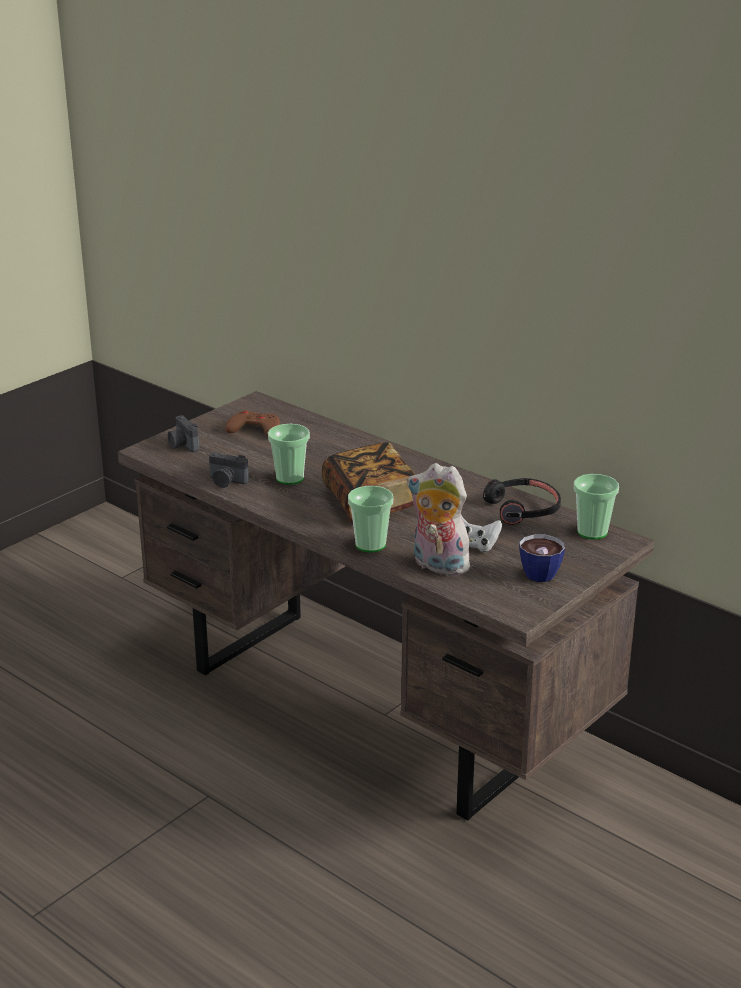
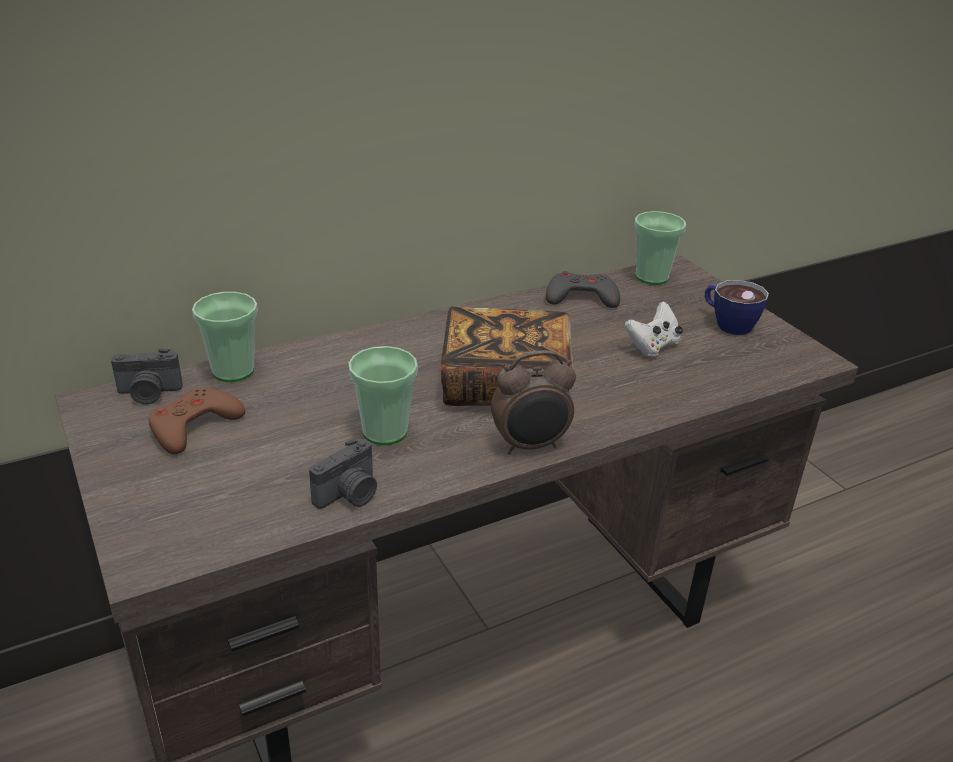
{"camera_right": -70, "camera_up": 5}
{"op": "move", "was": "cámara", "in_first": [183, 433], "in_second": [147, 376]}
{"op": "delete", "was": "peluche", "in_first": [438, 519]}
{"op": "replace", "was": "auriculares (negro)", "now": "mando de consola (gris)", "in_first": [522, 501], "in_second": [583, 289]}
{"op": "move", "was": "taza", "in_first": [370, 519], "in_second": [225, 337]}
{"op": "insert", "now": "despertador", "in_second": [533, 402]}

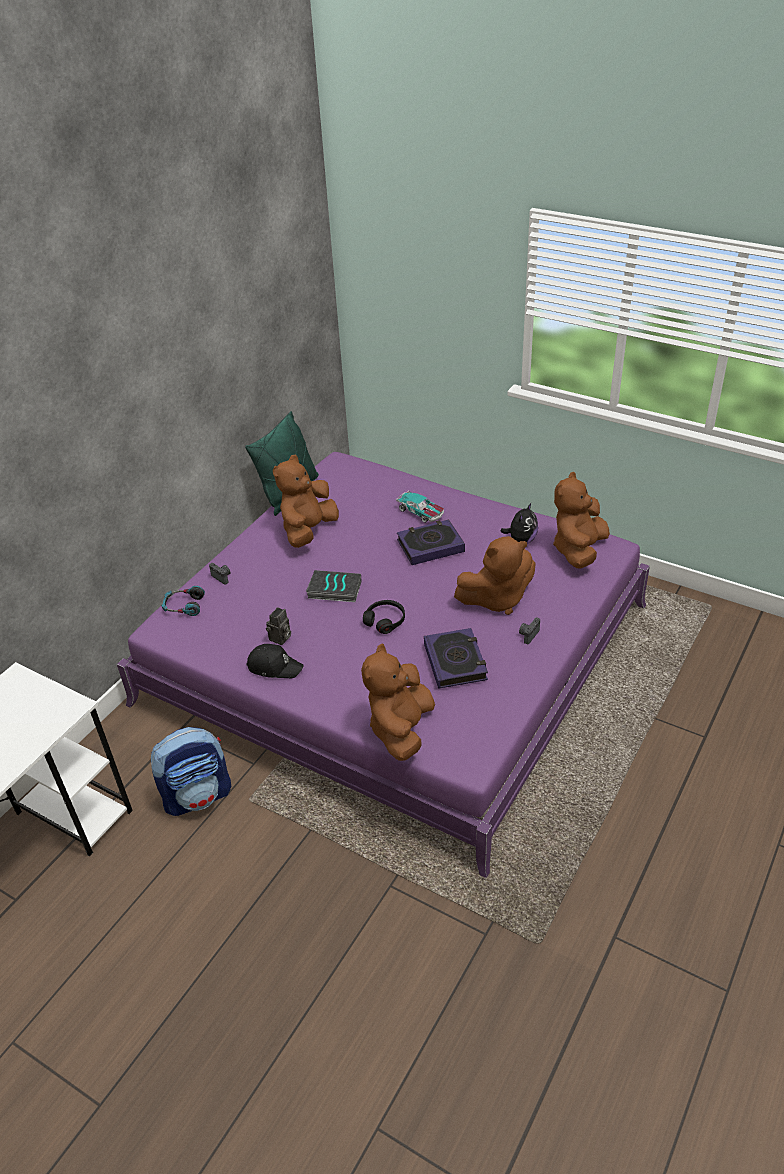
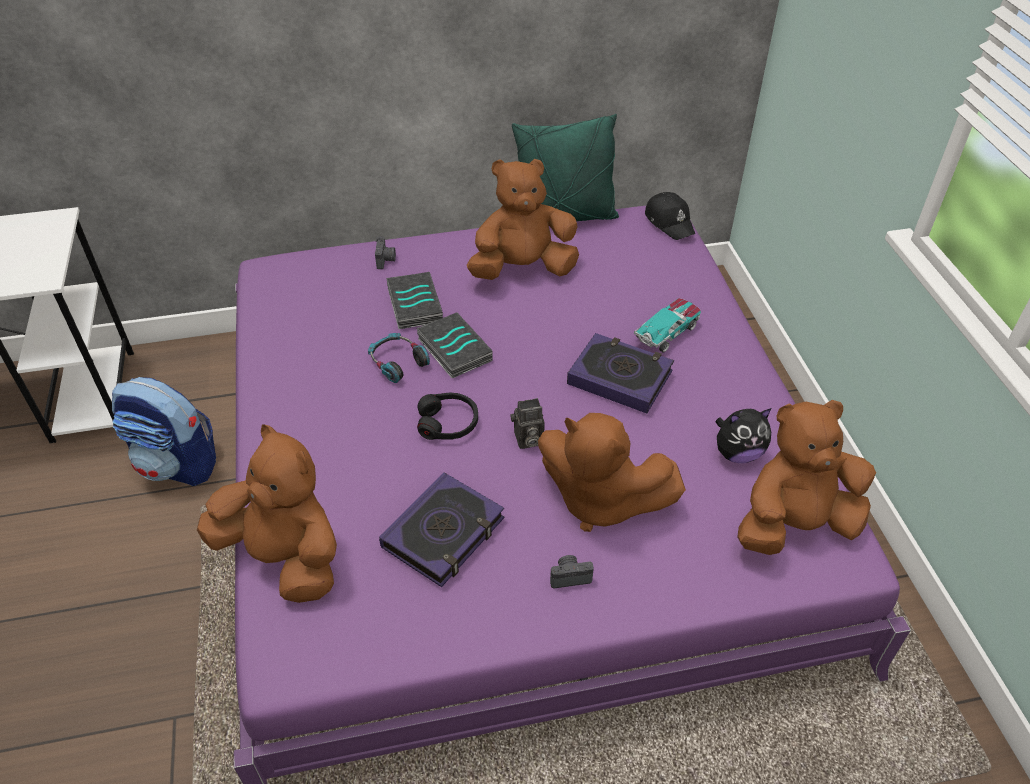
{"camera_right": 45, "camera_up": 5}
{"op": "rotate", "was": "coche de juguete", "in_first": [420, 507], "in_second": [667, 325], "clockwise": -135}
{"op": "move", "was": "auriculares", "in_first": [183, 601], "in_second": [399, 358]}
{"op": "move", "was": "cámara", "in_first": [278, 626], "in_second": [527, 423]}
{"op": "move", "was": "gorra (negro)", "in_first": [274, 661], "in_second": [670, 216]}
{"op": "rotate", "was": "peluche (marrón)", "in_first": [398, 702], "in_second": [267, 513], "clockwise": 60}
{"op": "insert", "now": "libro", "in_second": [414, 300]}

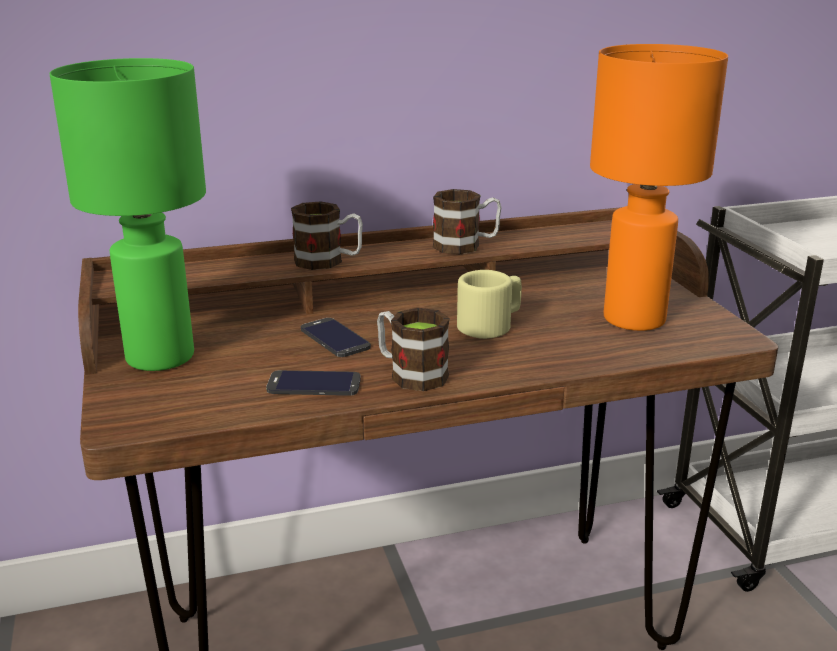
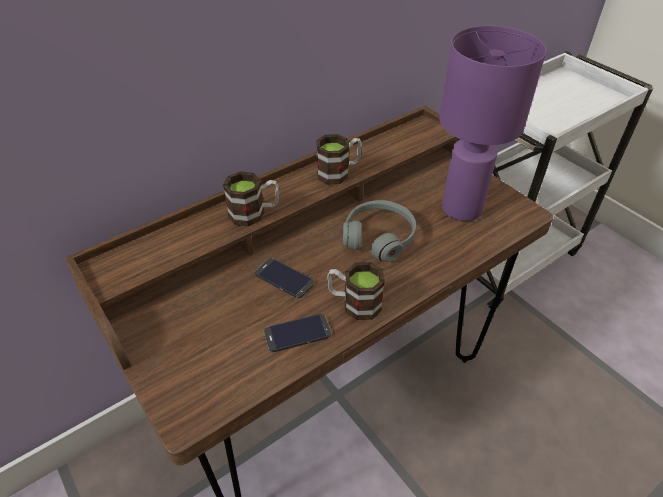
{"camera_right": -20, "camera_up": 20}
{"op": "recolor", "was": "lámpara de mesa (naranja)", "now": "lámpara de mesa (morado)", "in_first": [659, 187], "in_second": [492, 123]}
{"op": "delete", "was": "lámpara de mesa (verde)", "in_first": [128, 214]}
{"op": "replace", "was": "taza grande (beis)", "now": "auriculares (gris)", "in_first": [489, 304], "in_second": [379, 231]}

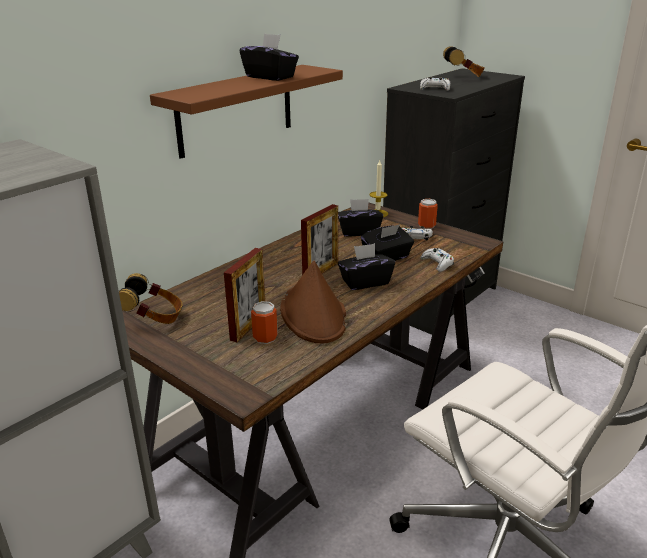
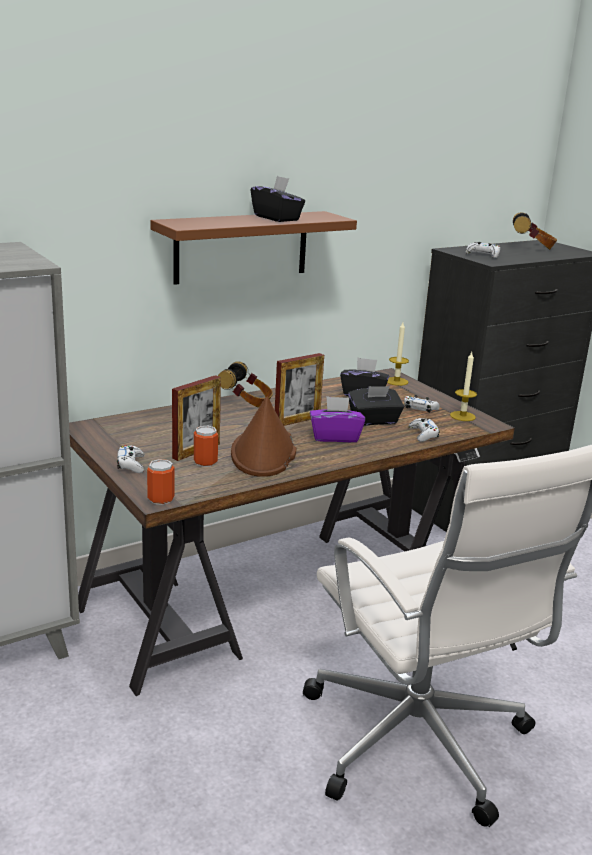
{"camera_right": 15, "camera_up": -5}
{"op": "move", "was": "lata", "in_first": [428, 214], "in_second": [160, 482]}
{"op": "recolor", "was": "caja de pañuelos (negro)", "now": "caja de pañuelos (morado)", "in_first": [366, 266], "in_second": [337, 419]}
{"op": "move", "was": "auriculares", "in_first": [151, 298], "in_second": [245, 384]}
{"op": "insert", "now": "vela", "in_second": [463, 386]}
{"op": "insert", "now": "mando de consola (blanco)", "in_second": [131, 459]}

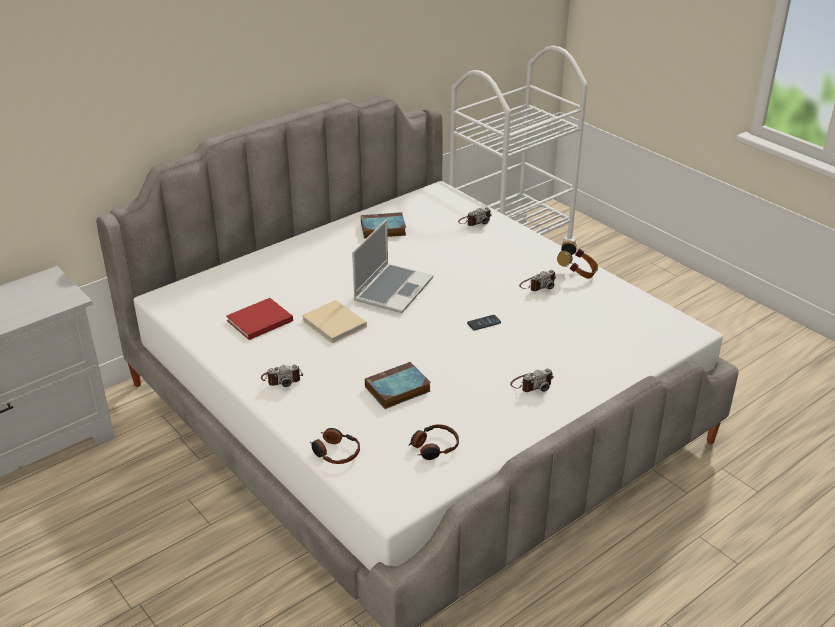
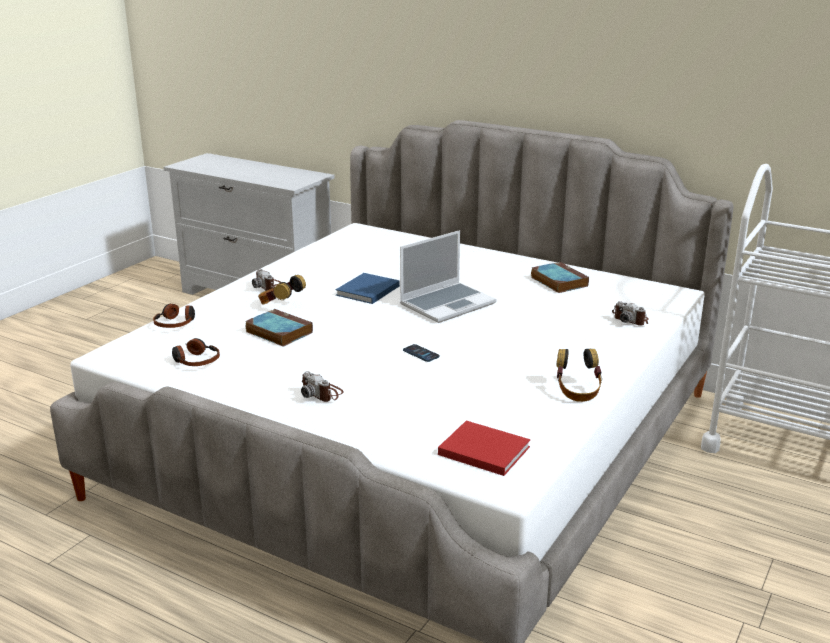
{"camera_right": 70, "camera_up": -10}
{"op": "rotate", "was": "portátil", "in_first": [392, 266], "in_second": [448, 276], "clockwise": -45}
{"op": "delete", "was": "cámara", "in_first": [537, 280]}
{"op": "move", "was": "libro (rojo)", "in_first": [260, 319], "in_second": [484, 448]}
{"op": "recolor", "was": "libro (beis)", "now": "libro (azul)", "in_first": [334, 322], "in_second": [368, 288]}
{"op": "insert", "now": "auriculares", "in_second": [282, 290]}

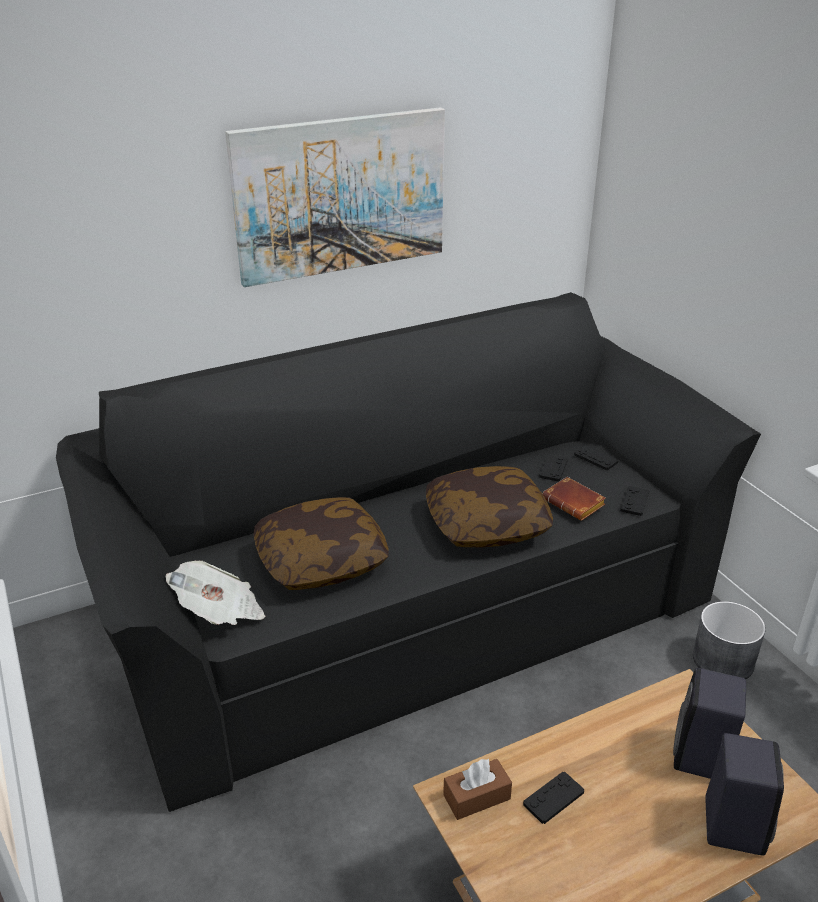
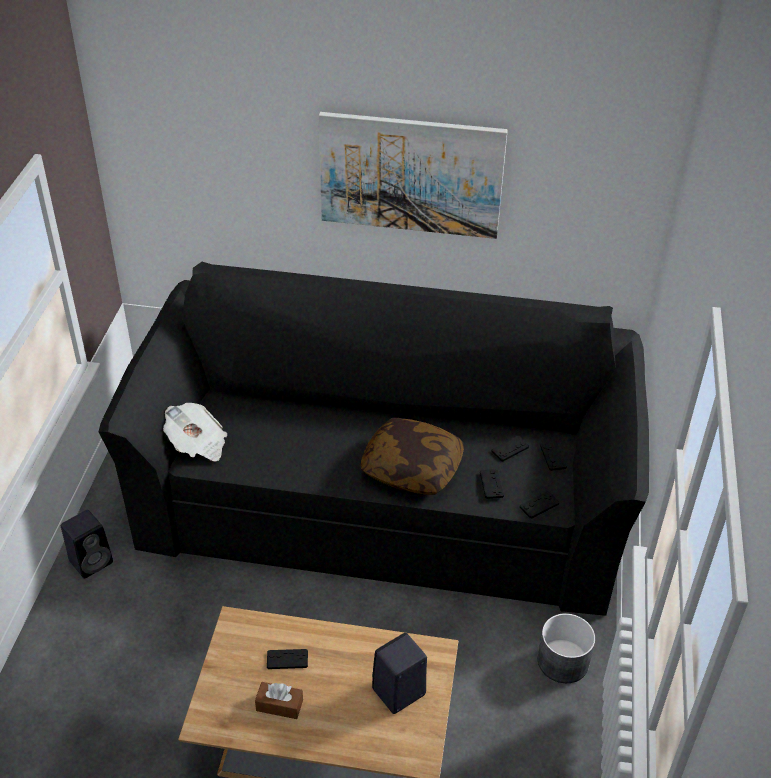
{"camera_right": 35, "camera_up": 10}
{"op": "replace", "was": "libro (marrón)", "now": "mando de consola (negro)", "in_first": [574, 499], "in_second": [492, 484]}
{"op": "delete", "was": "cojín", "in_first": [321, 543]}
{"op": "move", "was": "altavoz (negro)", "in_first": [744, 794], "in_second": [87, 544]}
{"op": "move", "was": "caja de pañuelos (marrón)", "in_first": [477, 789], "in_second": [279, 700]}

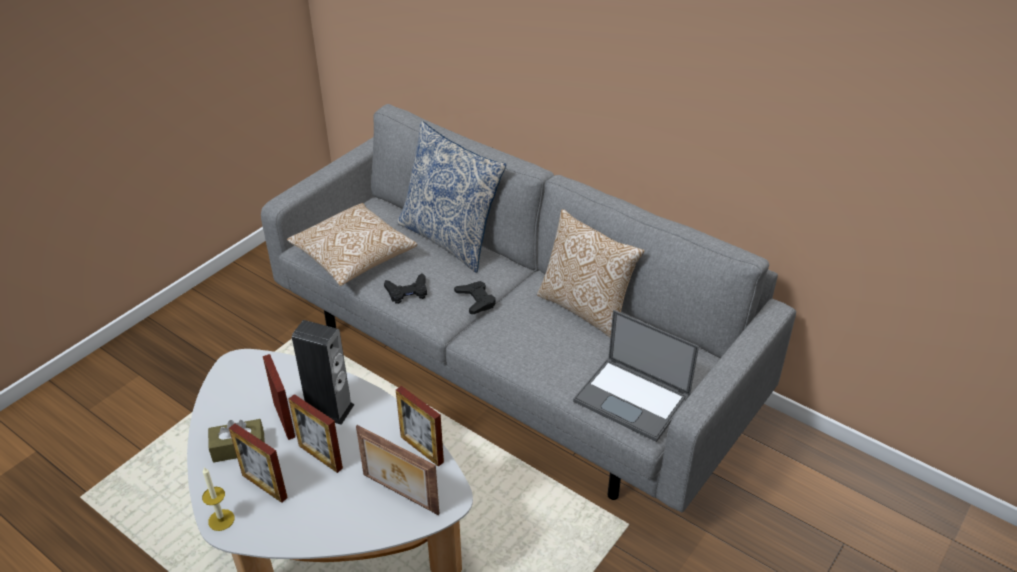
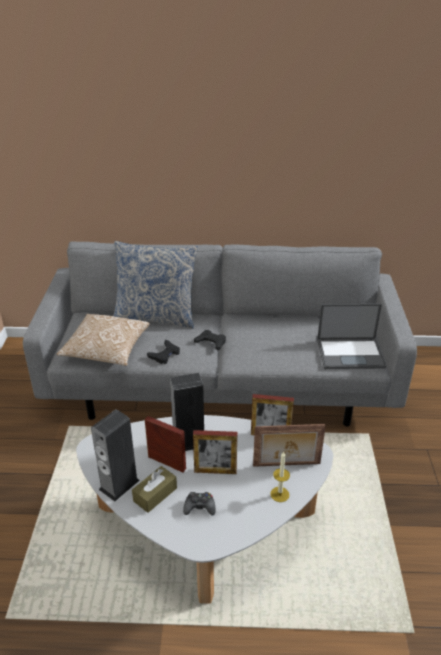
{"camera_right": -35, "camera_up": -5}
{"op": "delete", "was": "cojín", "in_first": [590, 273]}
{"op": "replace", "was": "portarretratos", "now": "mando de consola (negro)", "in_first": [258, 463], "in_second": [199, 504]}
{"op": "move", "was": "vela", "in_first": [218, 499], "in_second": [280, 477]}
{"op": "insert", "now": "altavoz", "in_second": [115, 455]}

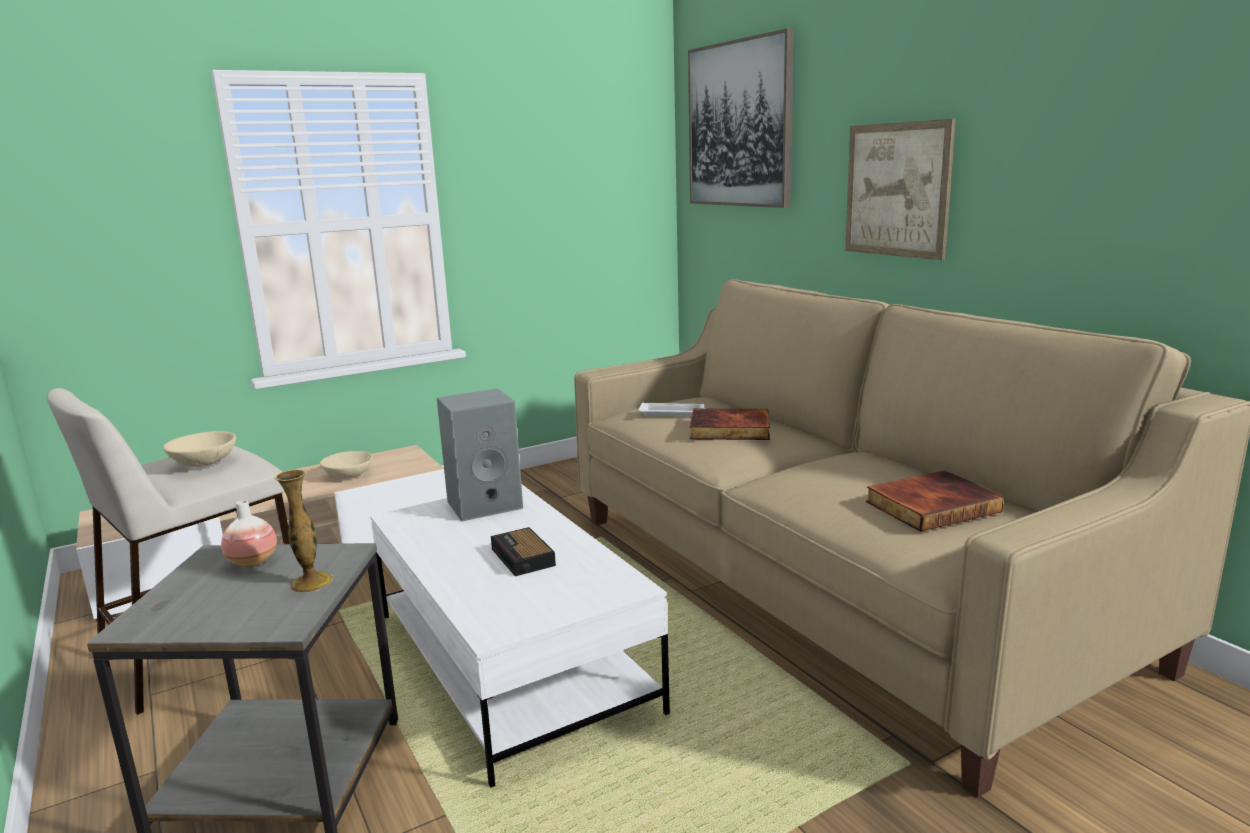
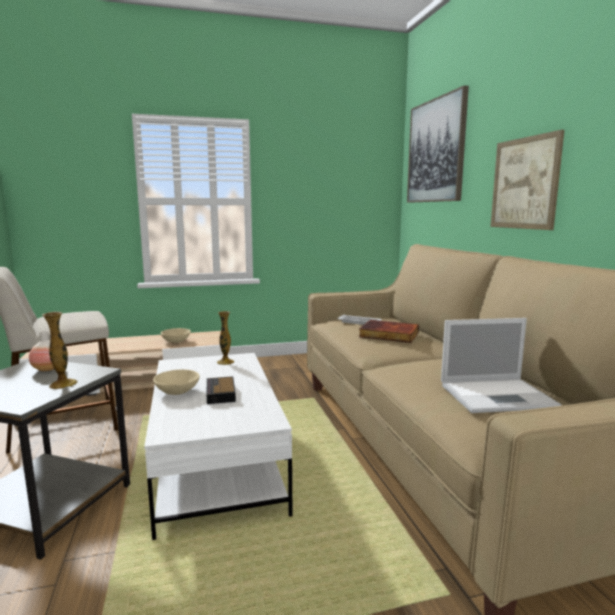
{"camera_right": 15, "camera_up": -5}
{"op": "replace", "was": "altavoz (gris)", "now": "florero", "in_first": [479, 454], "in_second": [225, 338]}
{"op": "move", "was": "cuenco (beis)", "in_first": [199, 449], "in_second": [176, 382]}
{"op": "replace", "was": "libro", "now": "portátil", "in_first": [935, 501], "in_second": [501, 365]}

